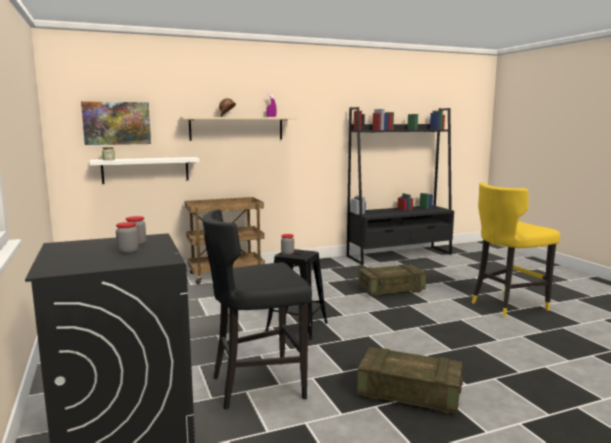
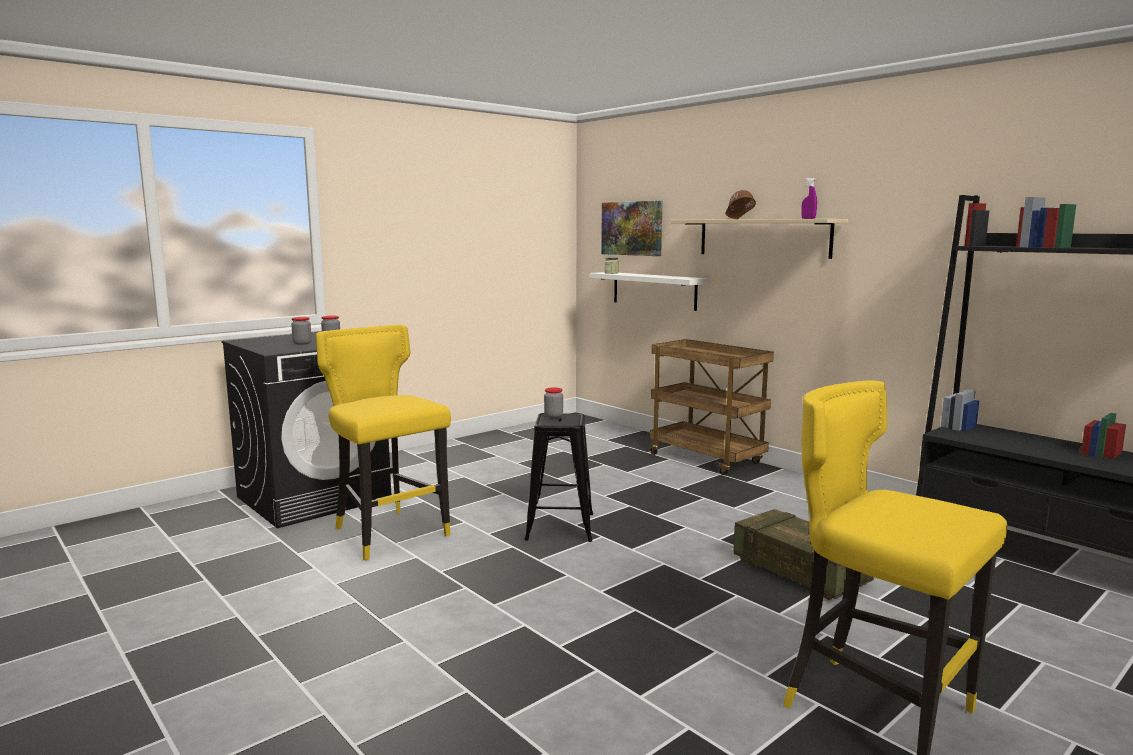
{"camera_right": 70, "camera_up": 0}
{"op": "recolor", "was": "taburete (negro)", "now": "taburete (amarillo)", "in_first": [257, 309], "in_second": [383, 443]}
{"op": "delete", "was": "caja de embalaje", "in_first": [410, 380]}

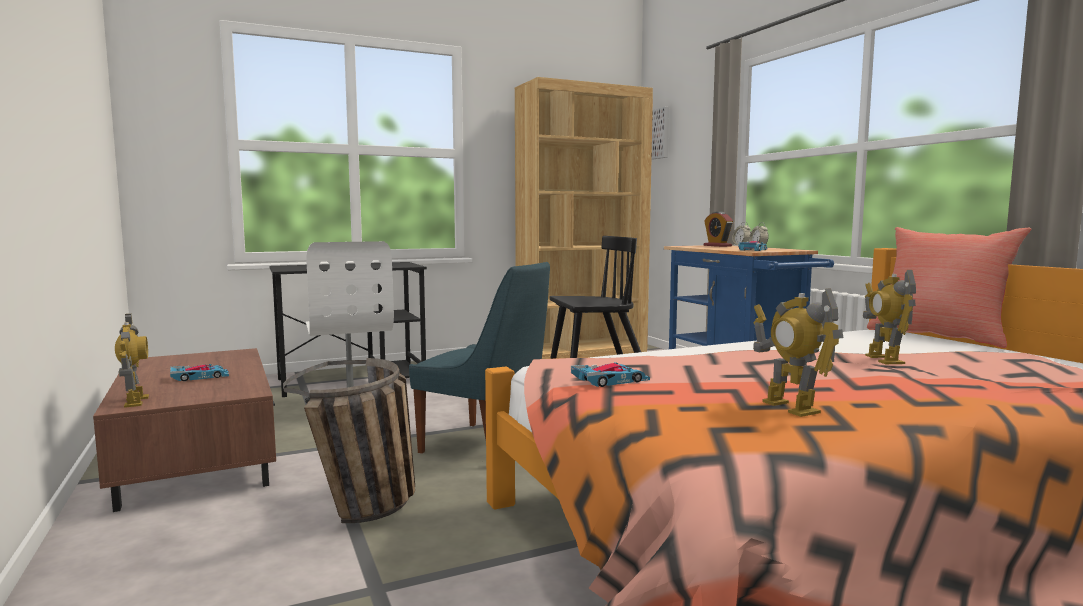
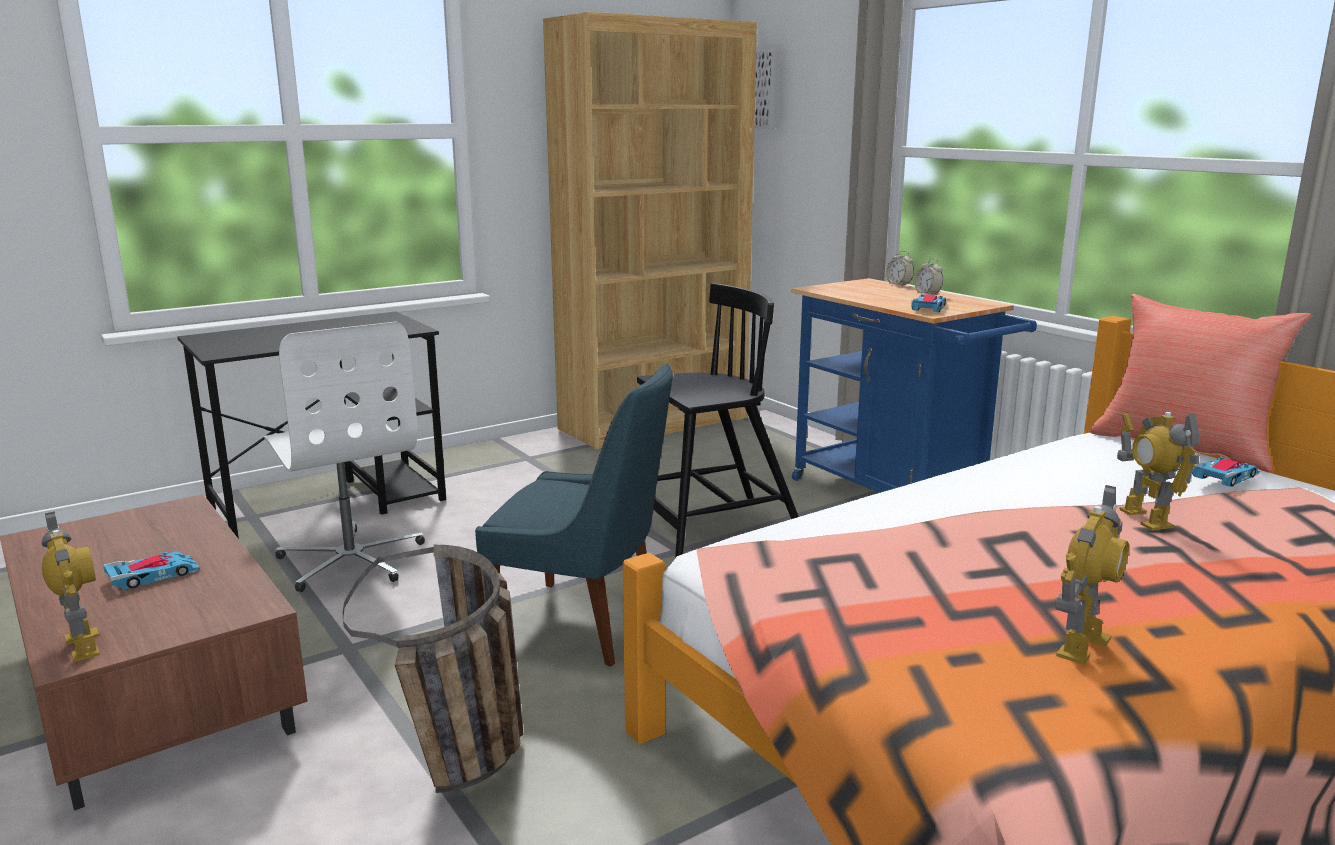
{"camera_right": -10, "camera_up": 10}
{"op": "delete", "was": "despertador", "in_first": [718, 229]}
{"op": "rotate", "was": "robot de juguete", "in_first": [798, 352], "in_second": [1092, 575], "clockwise": -105}
{"op": "move", "was": "coche de juguete", "in_first": [610, 374], "in_second": [1226, 471]}

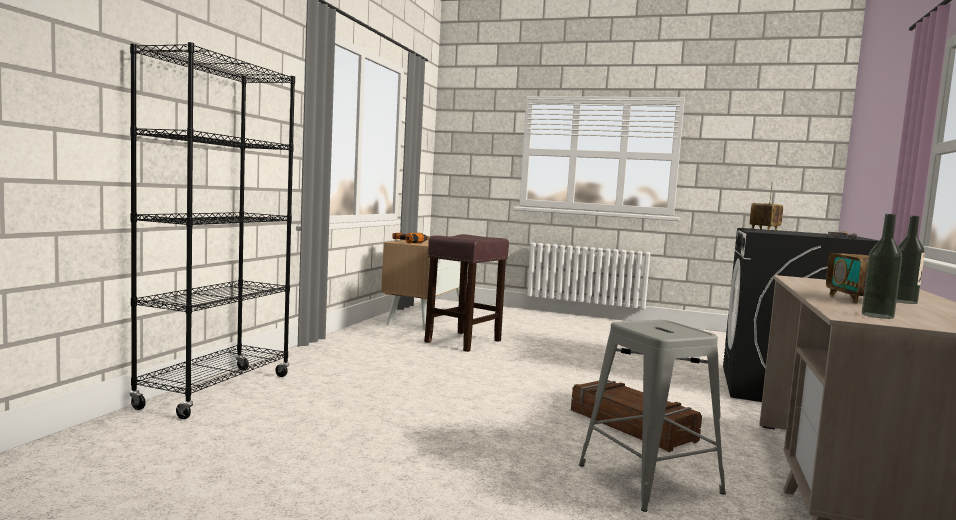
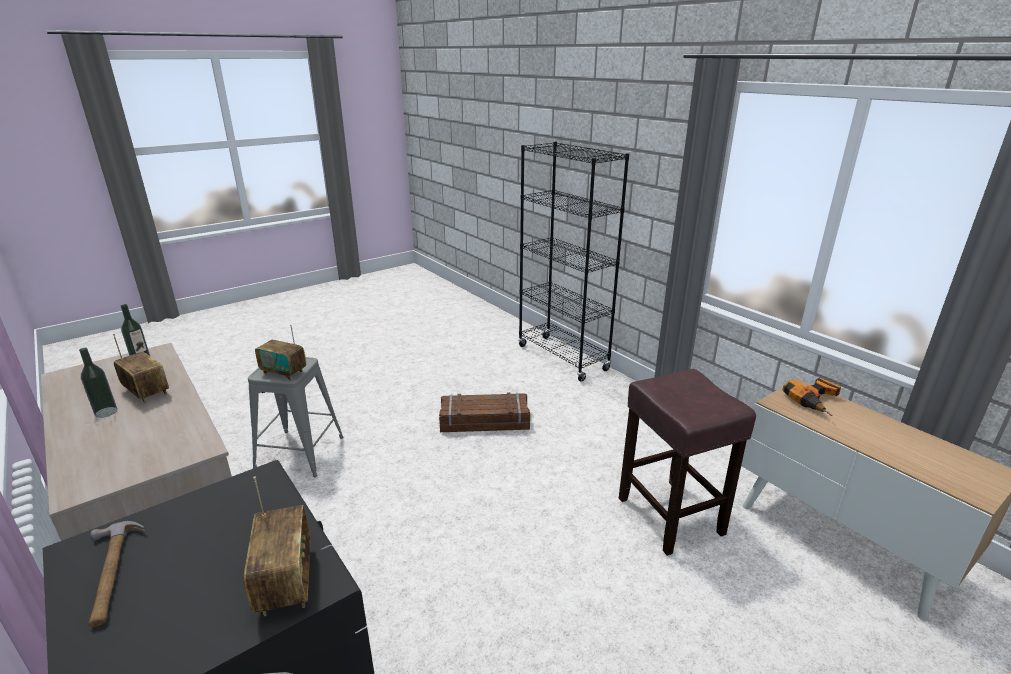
{"camera_right": 125, "camera_up": 20}
{"op": "move", "was": "caja de embalaje", "in_first": [636, 416], "in_second": [484, 412]}
{"op": "insert", "now": "radio", "in_second": [280, 352]}

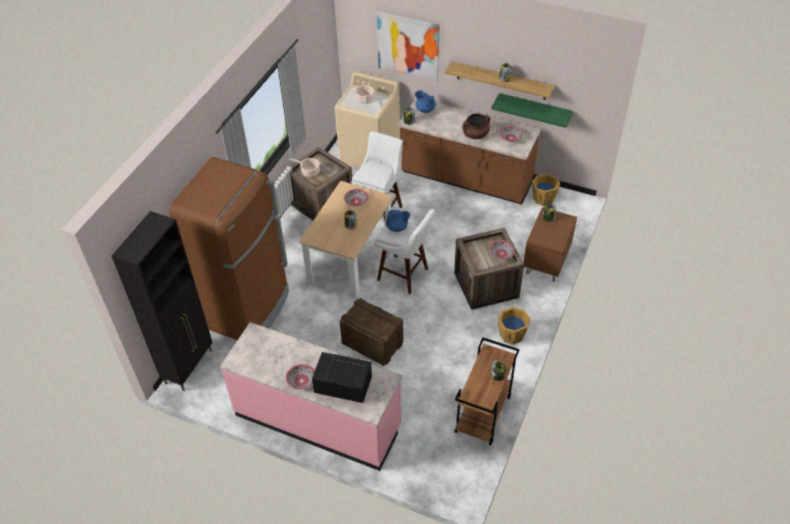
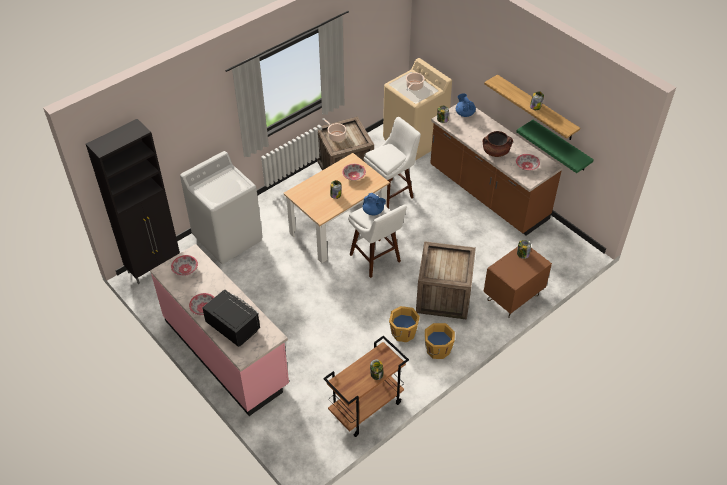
{"camera_right": 25, "camera_up": 0}
{"op": "delete", "was": "cuadro", "in_first": [408, 46]}
{"op": "replace", "was": "nevera (marrón)", "now": "lavadora (blanco)", "in_first": [229, 248], "in_second": [221, 207]}
{"op": "move", "was": "cubo (naranja)", "in_first": [545, 189], "in_second": [404, 324]}
{"op": "move", "was": "cuenco", "in_first": [502, 249], "in_second": [184, 265]}
{"op": "delete", "was": "caja de embalaje", "in_first": [371, 332]}

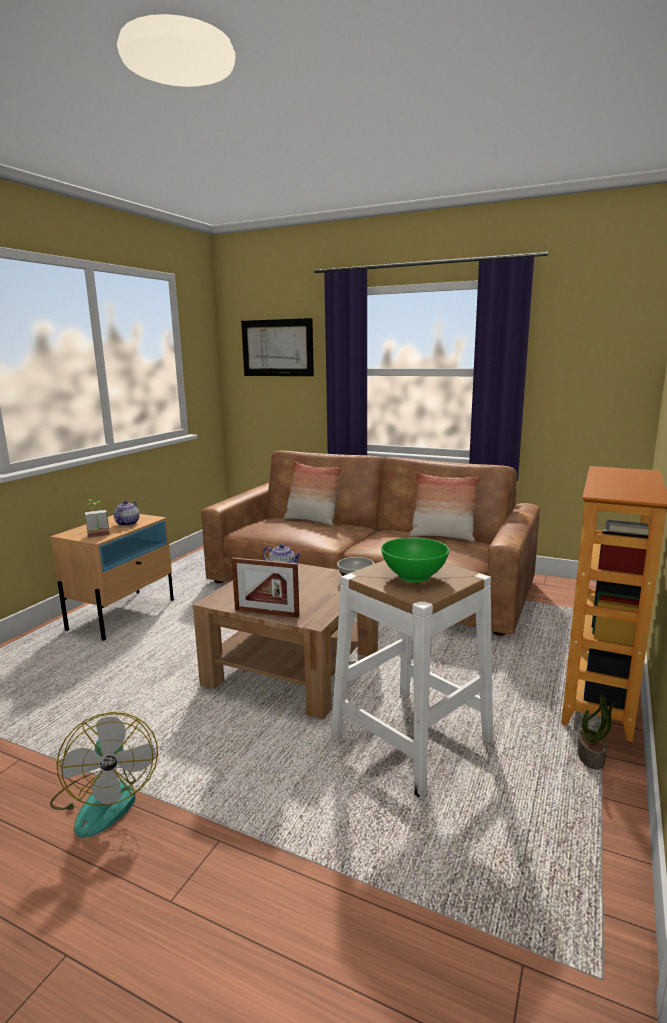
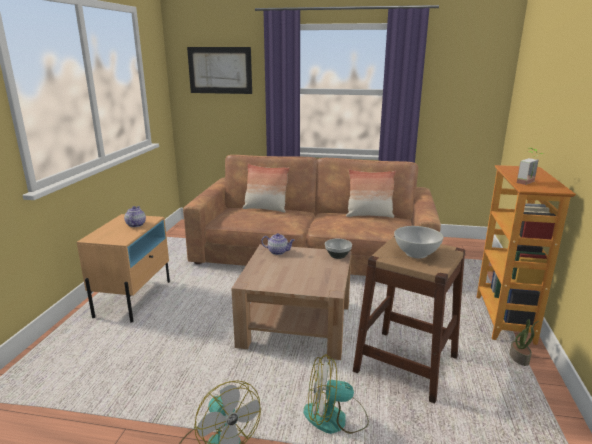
{"camera_right": -15, "camera_up": 5}
{"op": "move", "was": "planta en maceta", "in_first": [97, 518], "in_second": [530, 166]}
{"op": "recolor", "was": "cuenco (verde)", "now": "cuenco (blanco)", "in_first": [415, 559], "in_second": [419, 242]}
{"op": "delete", "was": "portarretratos", "in_first": [266, 587]}
{"op": "recolor", "was": "taburete (blanco)", "now": "taburete (marrón)", "in_first": [412, 679], "in_second": [409, 320]}
{"op": "insert", "now": "ventilador", "in_second": [336, 394]}

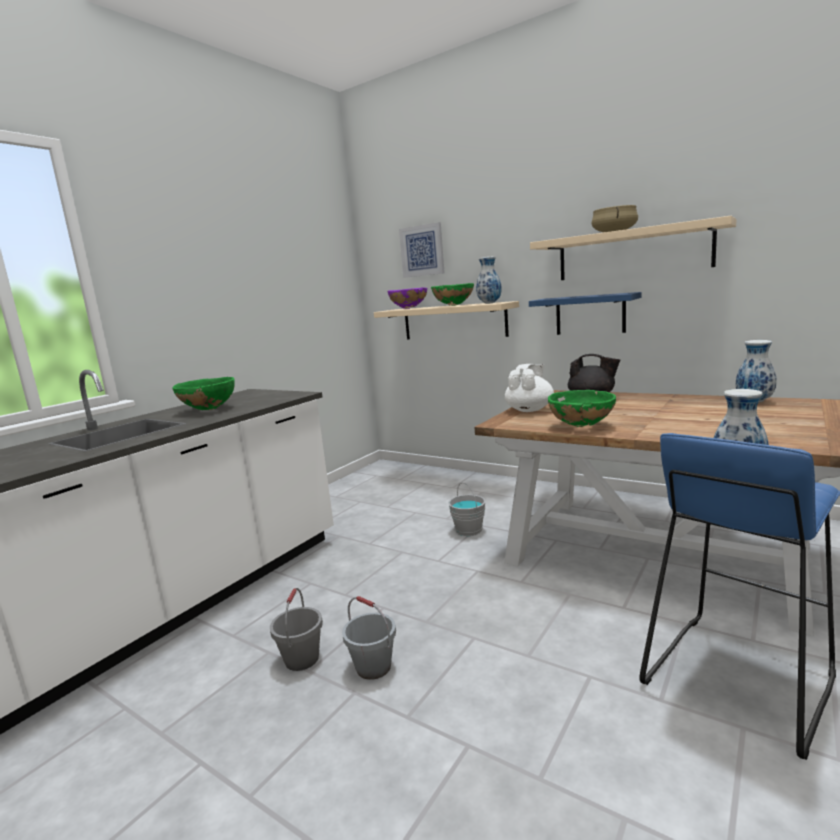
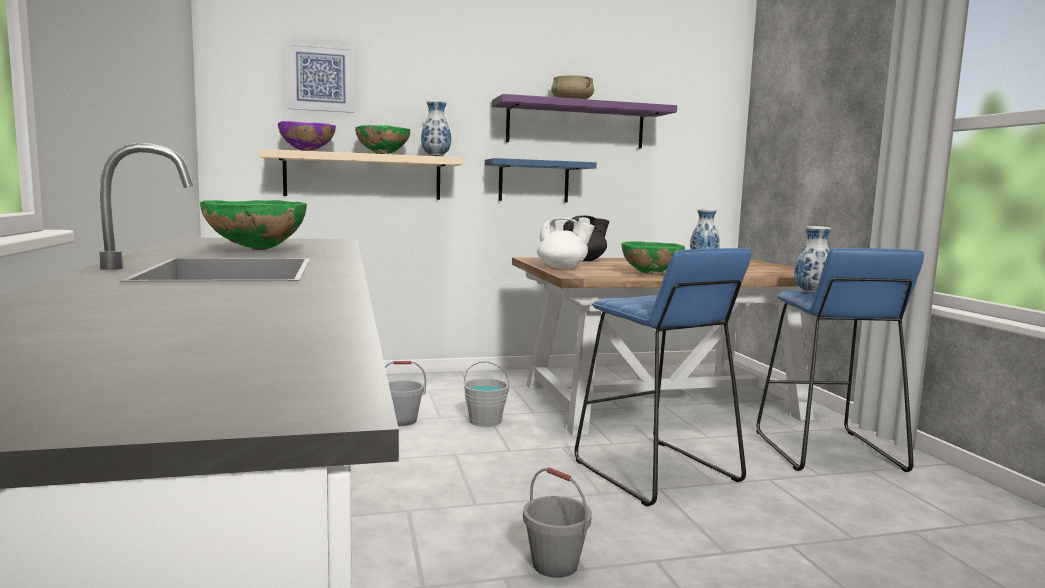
{"camera_right": -50, "camera_up": -5}
{"op": "recolor", "was": "estante (beis)", "now": "estante (morado)", "in_first": [633, 248], "in_second": [584, 121]}
{"op": "rotate", "was": "tetera (blanco)", "in_first": [529, 388], "in_second": [566, 243], "clockwise": 120}
{"op": "move", "was": "cubo (gris)", "in_first": [369, 638], "in_second": [405, 393]}
{"op": "insert", "now": "taburete (azul)", "in_second": [663, 377]}

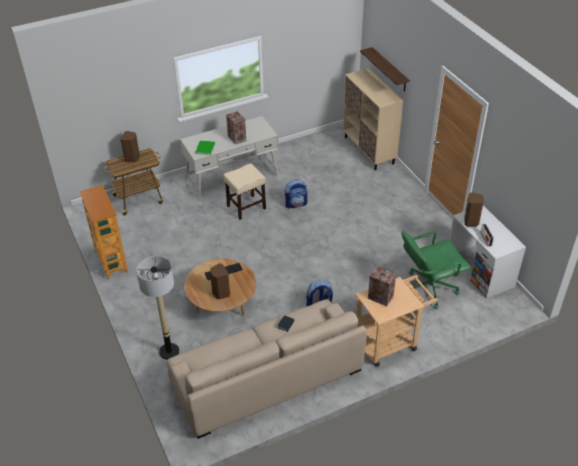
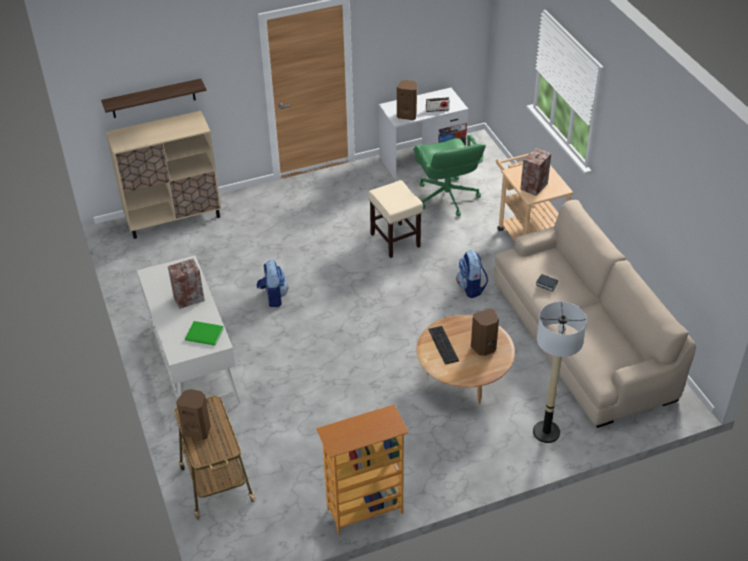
{"camera_right": -85, "camera_up": 0}
{"op": "move", "was": "taburete (beis)", "in_first": [244, 191], "in_second": [395, 219]}

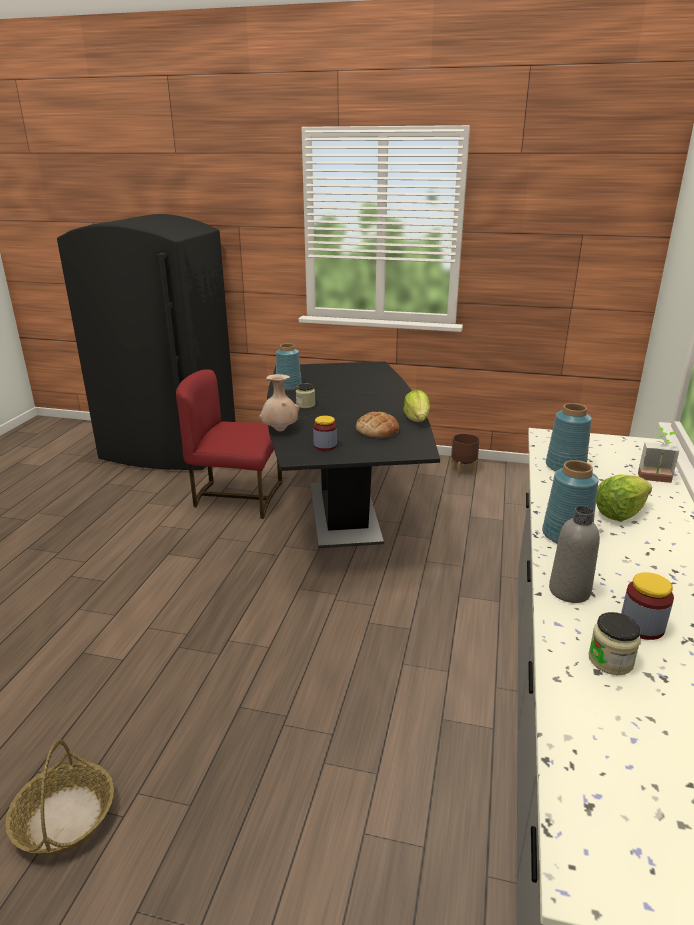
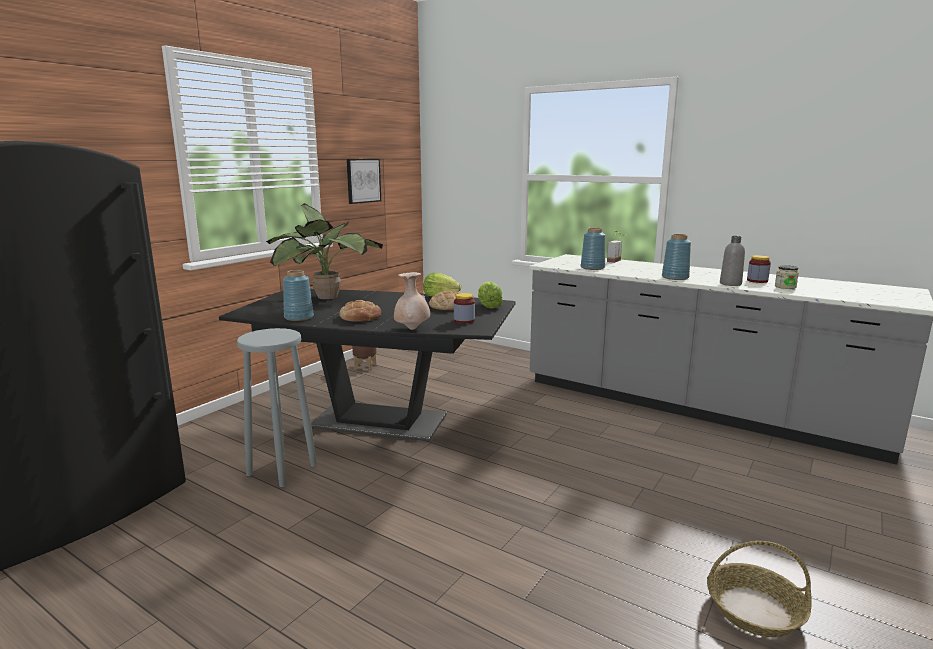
{"camera_right": -70, "camera_up": -10}
{"op": "replace", "was": "silla (rojo)", "now": "taburete (gris)", "in_first": [229, 444], "in_second": [277, 407]}
{"op": "replace", "was": "tarro", "now": "pan", "in_first": [305, 395], "in_second": [360, 311]}
{"op": "move", "was": "lechuga", "in_first": [624, 497], "in_second": [490, 295]}
{"op": "insert", "now": "cuadro", "in_second": [363, 181]}
{"op": "insert", "now": "planta en maceta", "in_second": [324, 251]}

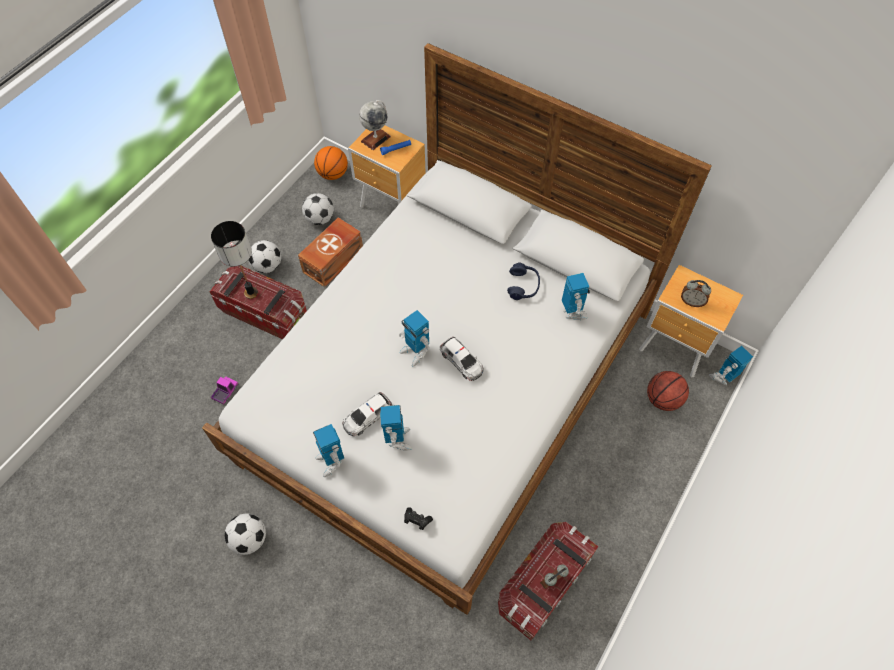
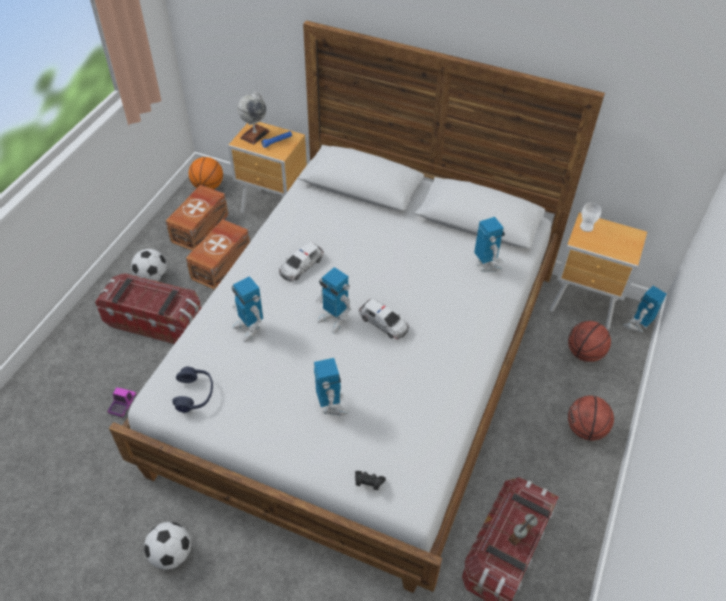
{"camera_right": -10, "camera_up": -10}
{"op": "replace", "was": "balón de fútbol", "now": "caja de almacenaje (marrón)", "in_first": [318, 209], "in_second": [197, 218]}
{"op": "delete", "was": "lámpara de mesa", "in_first": [234, 260]}
{"op": "move", "was": "auriculares (azul)", "in_first": [523, 281], "in_second": [192, 390]}
{"op": "delete", "was": "despertador", "in_first": [696, 293]}
{"op": "move", "was": "coche de juguete", "in_first": [367, 414], "in_second": [301, 261]}
{"op": "move", "was": "robot de juguete", "in_first": [328, 450], "in_second": [247, 309]}
{"op": "insert", "now": "taza", "in_second": [590, 217]}
{"op": "insert", "now": "balón de baloncesto", "in_second": [591, 418]}

